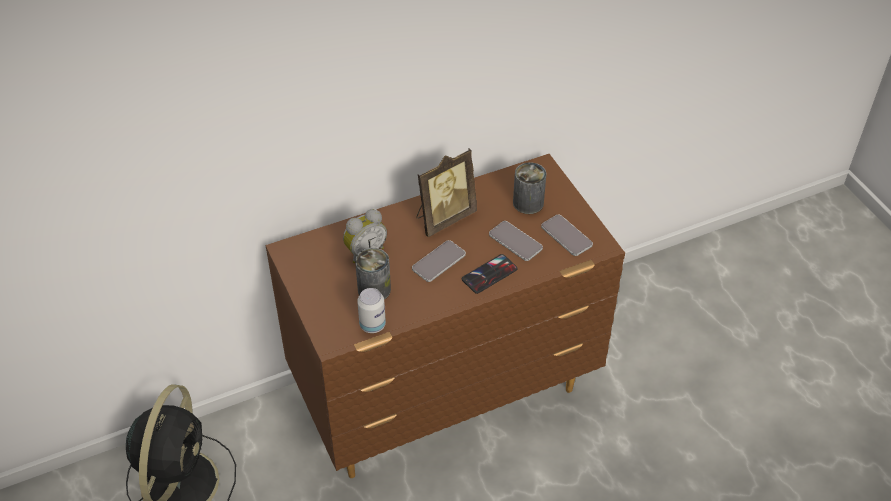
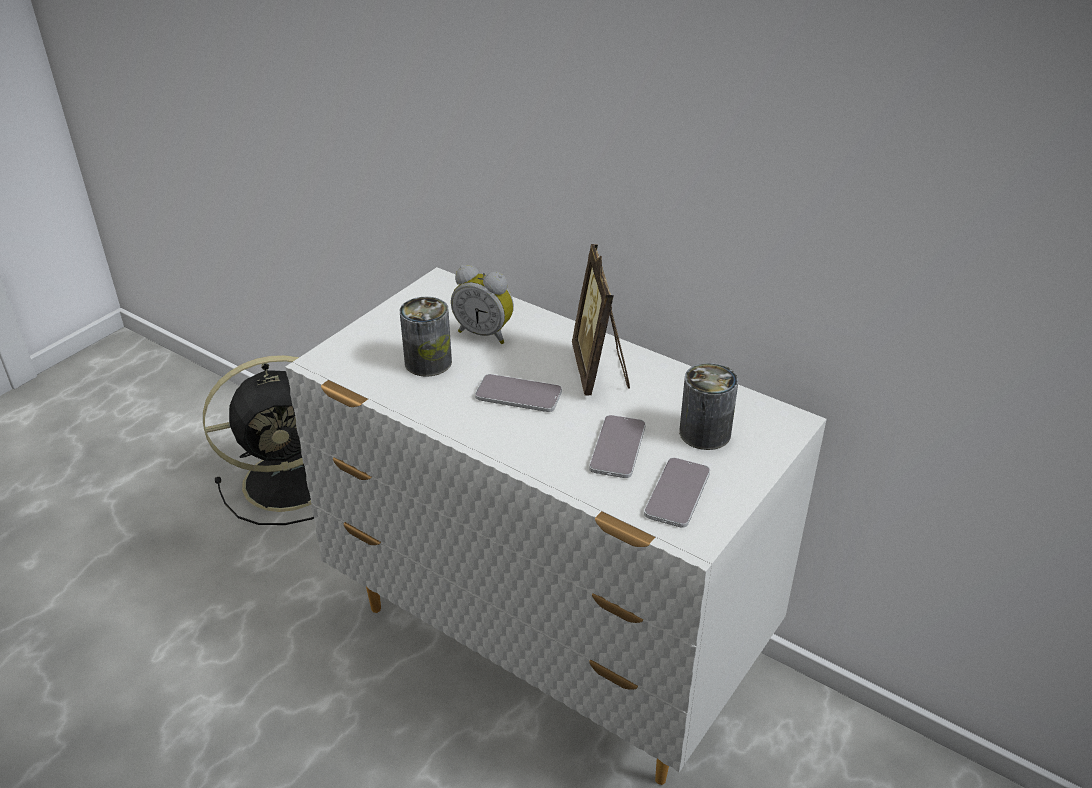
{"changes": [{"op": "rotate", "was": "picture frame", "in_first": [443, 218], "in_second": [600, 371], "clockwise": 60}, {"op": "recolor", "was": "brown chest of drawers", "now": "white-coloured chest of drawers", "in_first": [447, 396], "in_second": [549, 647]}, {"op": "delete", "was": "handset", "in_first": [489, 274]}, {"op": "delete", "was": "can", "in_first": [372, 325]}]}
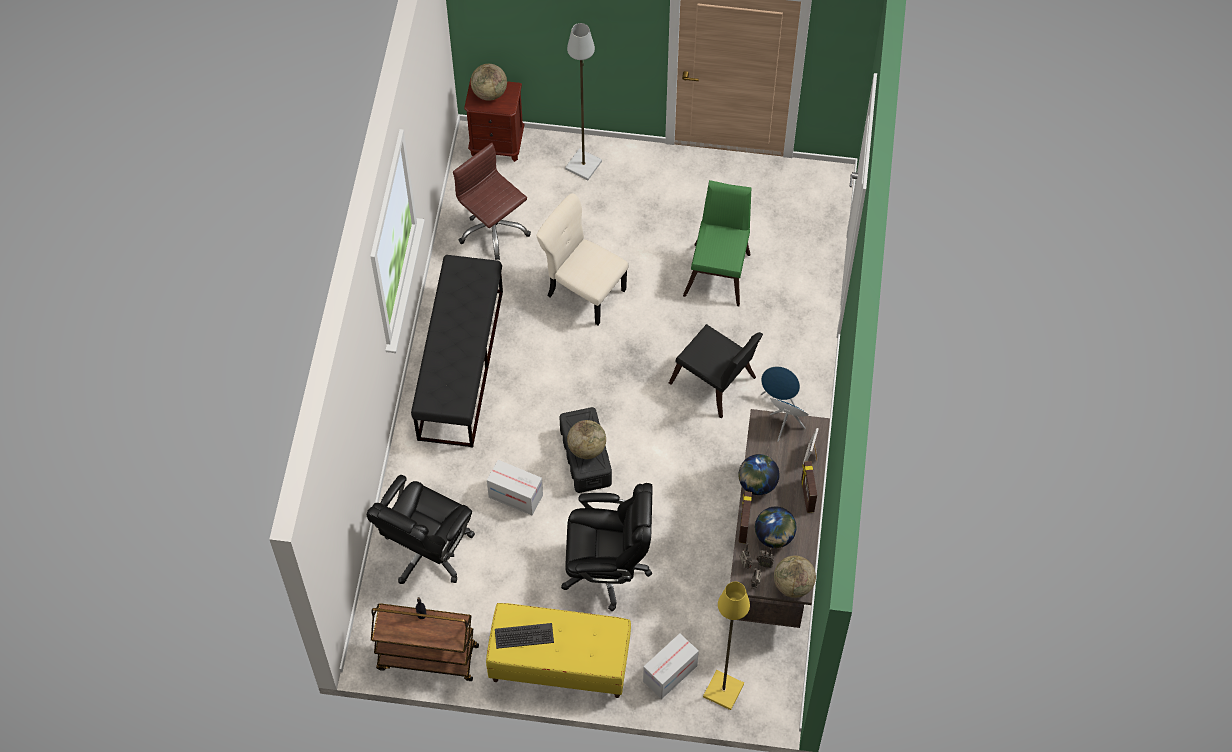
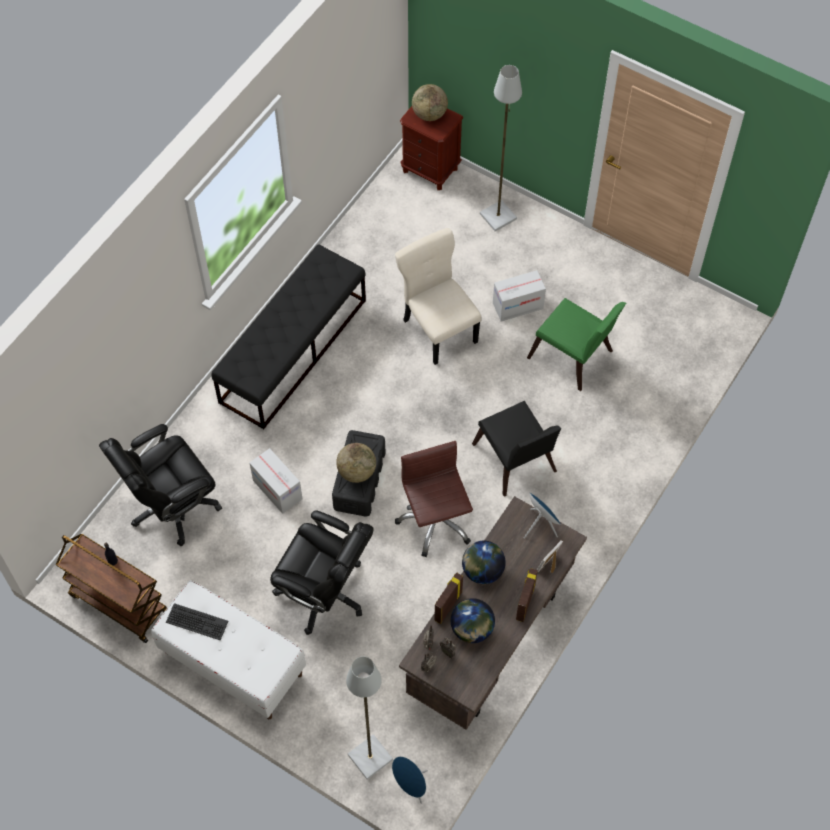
{"changes": [{"op": "move", "was": "brown computer chair", "in_first": [493, 229], "in_second": [435, 521]}, {"op": "rotate", "was": "greenish chair", "in_first": [719, 270], "in_second": [573, 358], "clockwise": 90}, {"op": "move", "was": "blue-coloured loudspeaker", "in_first": [779, 397], "in_second": [411, 786]}, {"op": "delete", "was": "desk globe", "in_first": [793, 585]}, {"op": "recolor", "was": "yellowish standing lamp", "now": "greyish standing lamp", "in_first": [723, 689], "in_second": [370, 756]}, {"op": "recolor", "was": "yellowish bench", "now": "white-coloured bench", "in_first": [559, 664], "in_second": [232, 663]}, {"op": "move", "was": "cardboard box", "in_first": [670, 674], "in_second": [517, 306]}]}
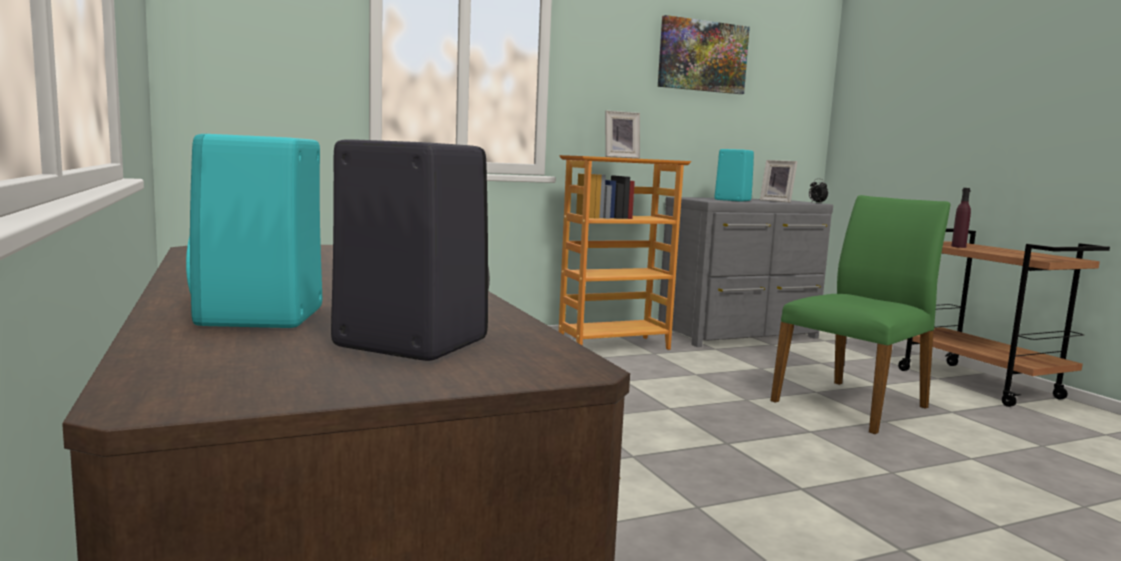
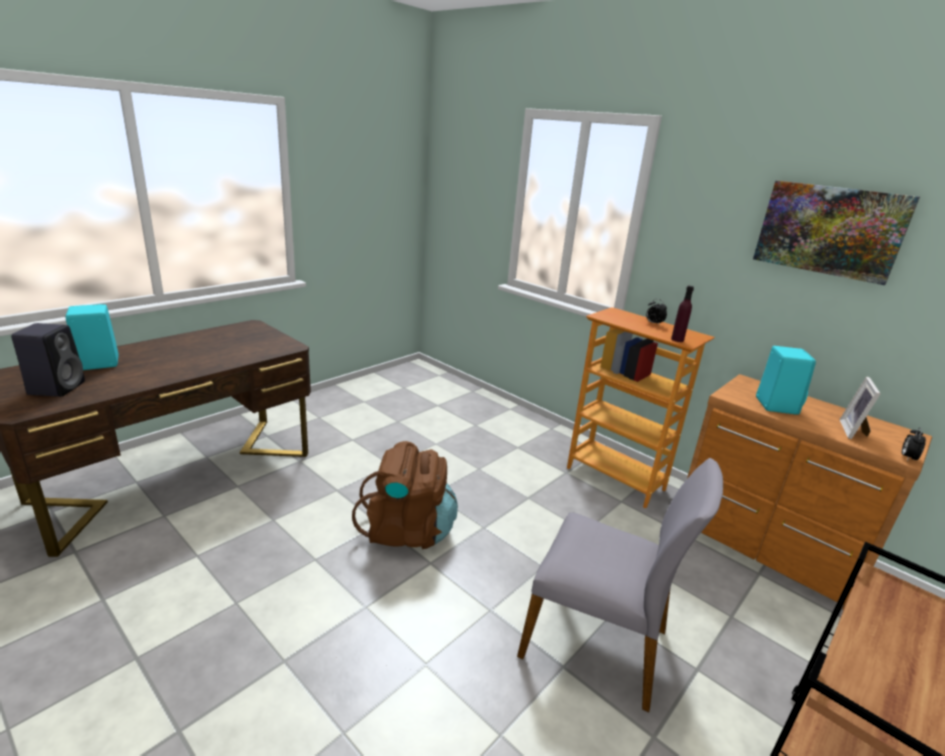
{"changes": [{"op": "replace", "was": "picture frame", "now": "alarm clock", "in_first": [620, 157], "in_second": [653, 323]}, {"op": "move", "was": "purple bottle", "in_first": [958, 246], "in_second": [677, 339]}, {"op": "recolor", "was": "greenish chair", "now": "greyish chair", "in_first": [853, 404], "in_second": [597, 642]}, {"op": "recolor", "was": "greyish chest of drawers", "now": "brown chest of drawers", "in_first": [741, 335], "in_second": [766, 548]}, {"op": "insert", "now": "brown rucksack", "in_second": [407, 531]}]}
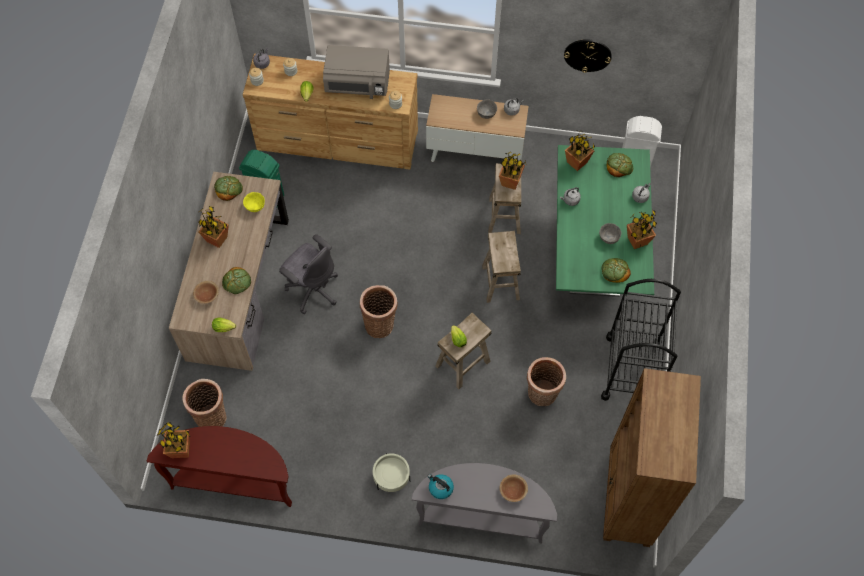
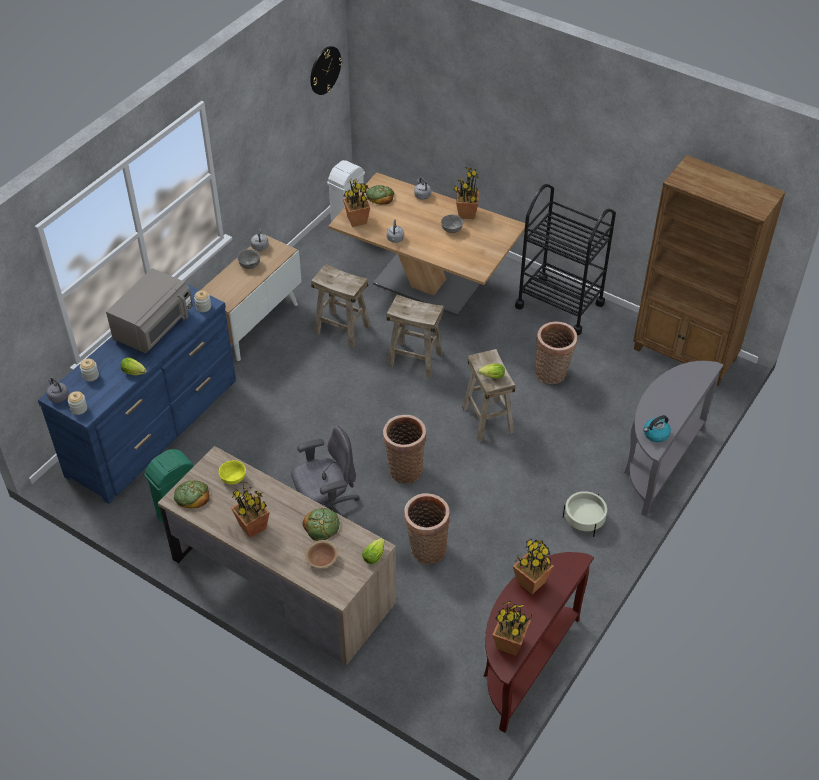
{"changes": [{"op": "move", "was": "hanging clock", "in_first": [587, 55], "in_second": [325, 70]}, {"op": "recolor", "was": "brown chest of drawers", "now": "blue-coloured chest of drawers", "in_first": [338, 141], "in_second": [154, 427]}, {"op": "recolor", "was": "greenish dining table", "now": "brown dining table", "in_first": [594, 255], "in_second": [426, 284]}, {"op": "move", "was": "potted plant", "in_first": [510, 182], "in_second": [530, 582]}, {"op": "delete", "was": "bakery bread", "in_first": [615, 271]}, {"op": "move", "was": "storage basket", "in_first": [211, 416], "in_second": [426, 548]}, {"op": "delete", "was": "brown serving bowl", "in_first": [513, 490]}]}
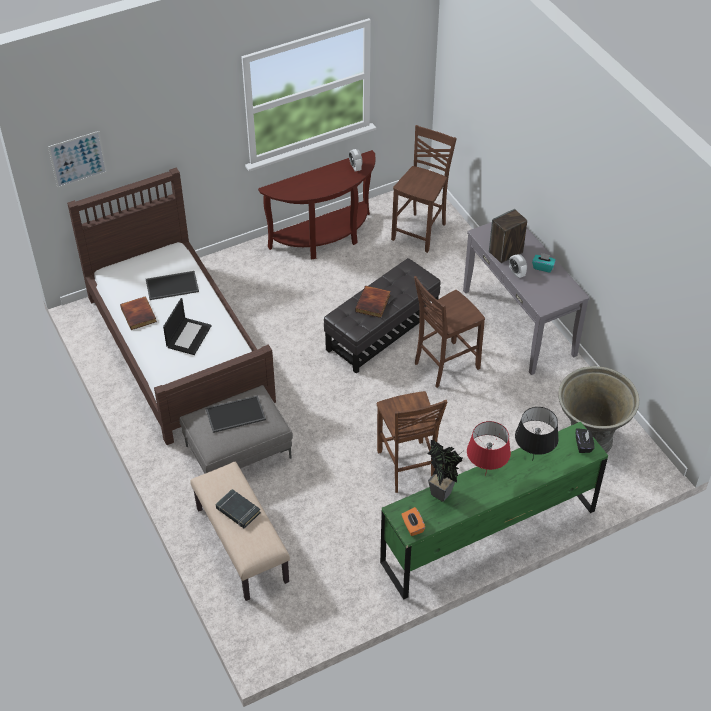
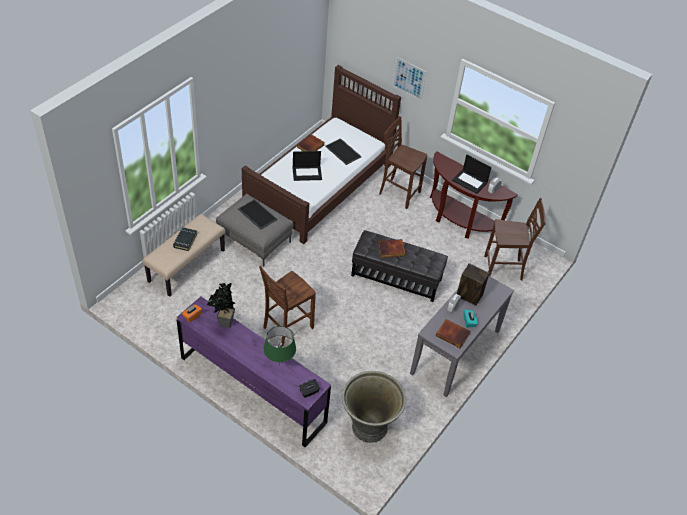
{"changes": [{"op": "move", "was": "picture", "in_first": [78, 159], "in_second": [409, 78]}, {"op": "move", "was": "brown chair", "in_first": [444, 365], "in_second": [398, 193]}, {"op": "recolor", "was": "black-coloured lamp for a table", "now": "greenish lamp for a table", "in_first": [532, 460], "in_second": [279, 365]}, {"op": "delete", "was": "red-coloured lamp for a table", "in_first": [485, 475]}, {"op": "recolor", "was": "greenish chest of drawers", "now": "purple chest of drawers", "in_first": [488, 536], "in_second": [252, 389]}, {"op": "insert", "now": "portable computer", "in_second": [470, 181]}, {"op": "insert", "now": "bound book", "in_second": [453, 334]}]}
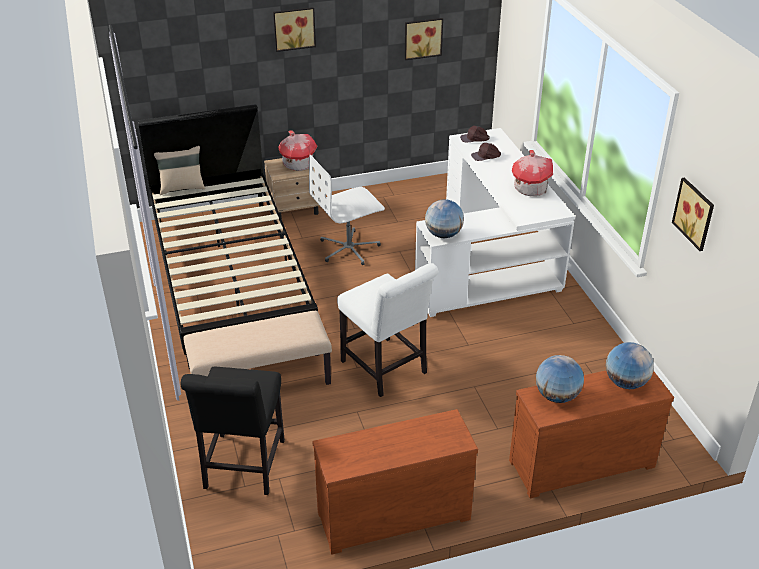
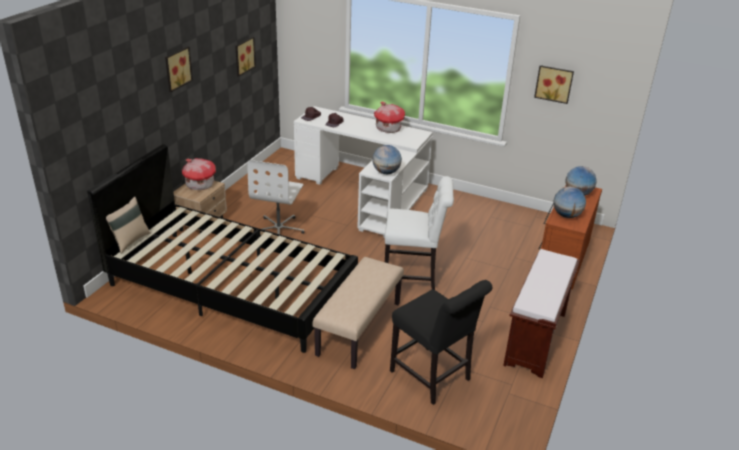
{"changes": [{"op": "replace", "was": "brown chest of drawers", "now": "brown bench", "in_first": [392, 513], "in_second": [535, 339]}]}
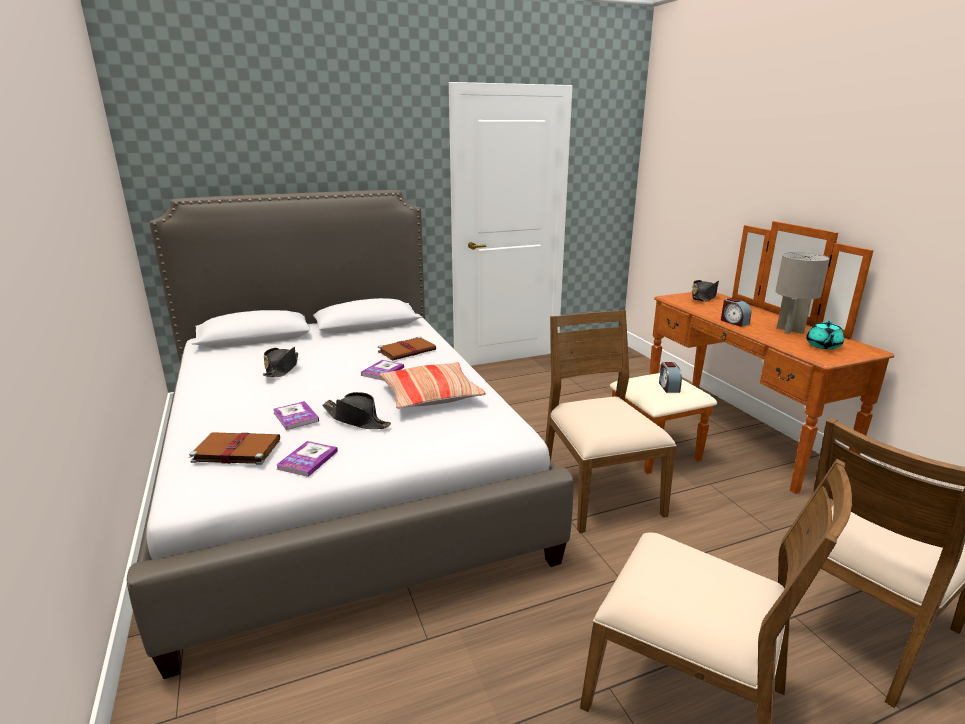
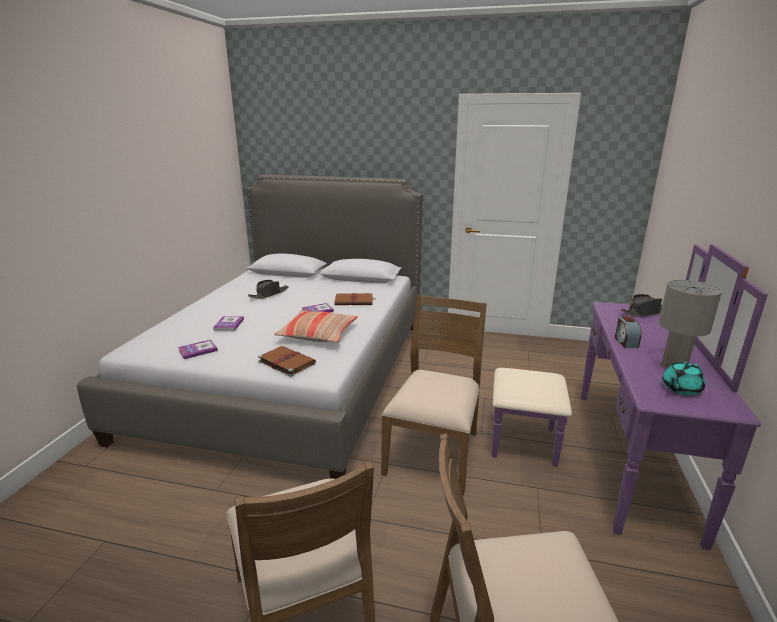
{"changes": [{"op": "recolor", "was": "brown chest of drawers", "now": "purple chest of drawers", "in_first": [719, 436], "in_second": [605, 454]}, {"op": "delete", "was": "alarm clock", "in_first": [668, 387]}, {"op": "delete", "was": "black-coloured wearable hat", "in_first": [356, 419]}, {"op": "move", "was": "brown bound book", "in_first": [235, 450], "in_second": [286, 362]}]}
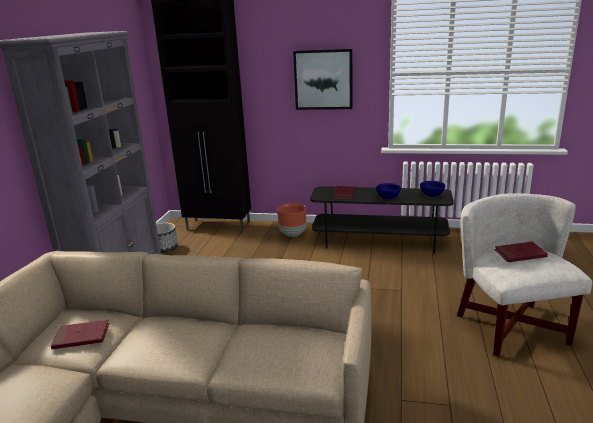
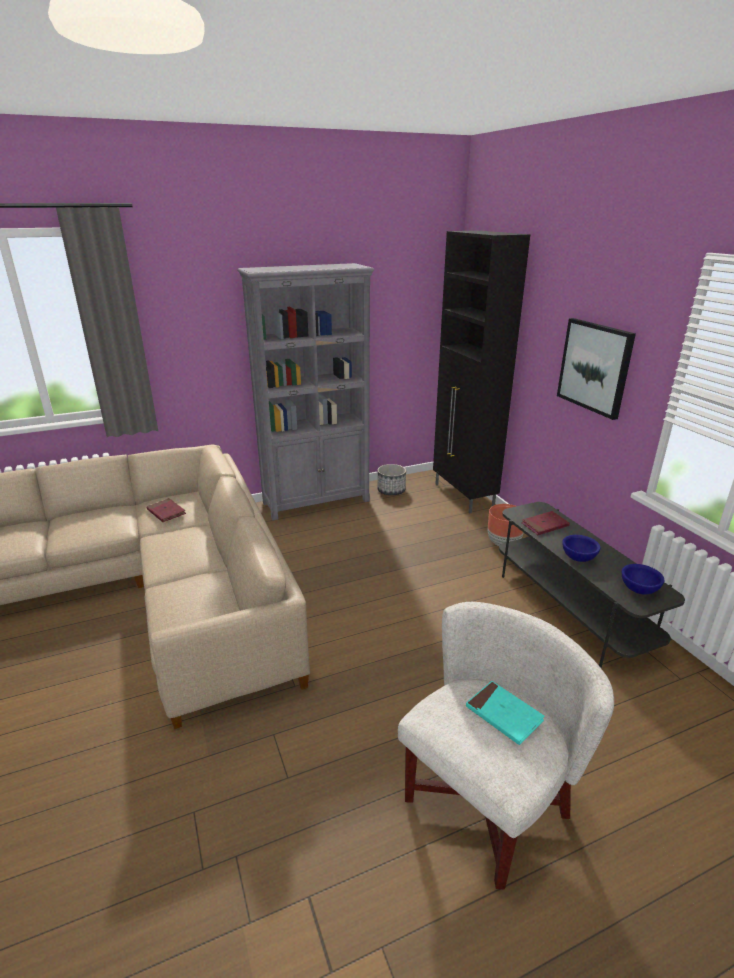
{"changes": [{"op": "recolor", "was": "red-coloured bound book", "now": "turquoise bound book", "in_first": [520, 254], "in_second": [504, 714]}]}
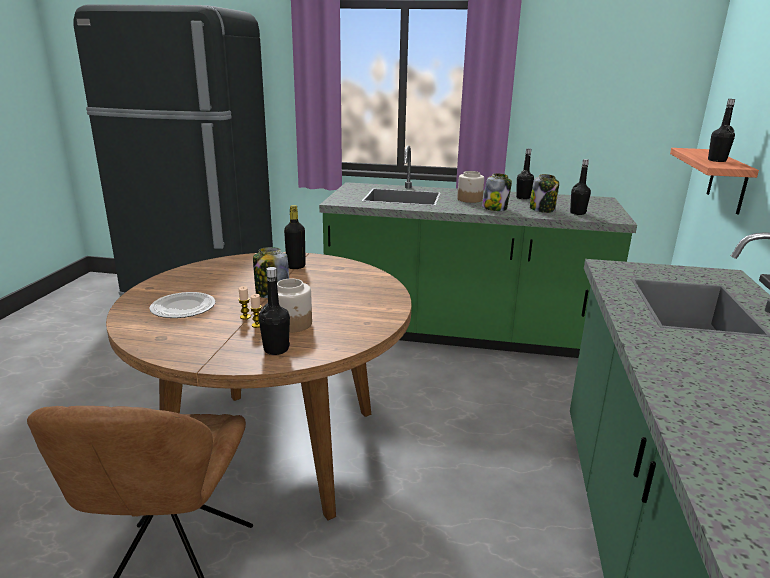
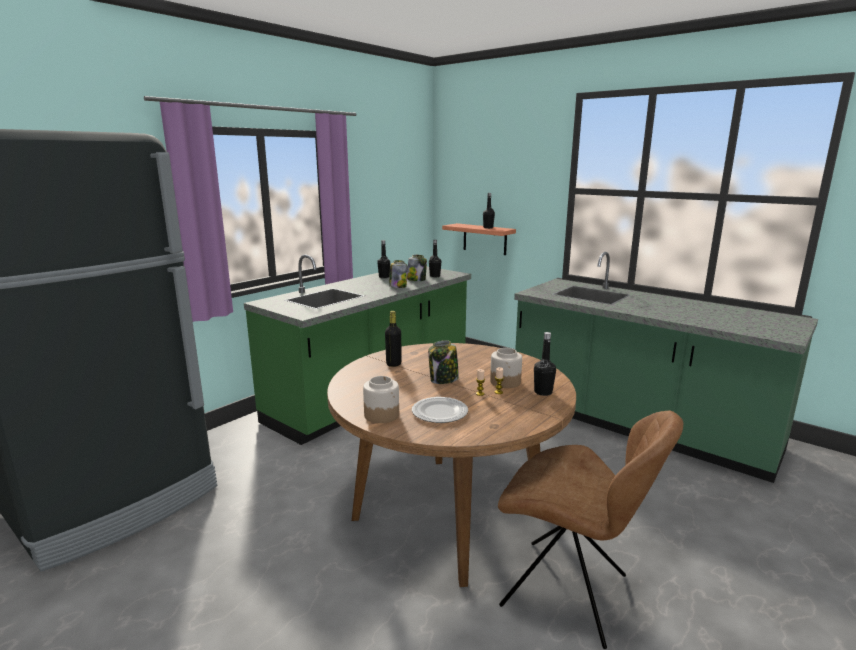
{"changes": [{"op": "move", "was": "preserve jar", "in_first": [470, 199], "in_second": [381, 415]}]}
